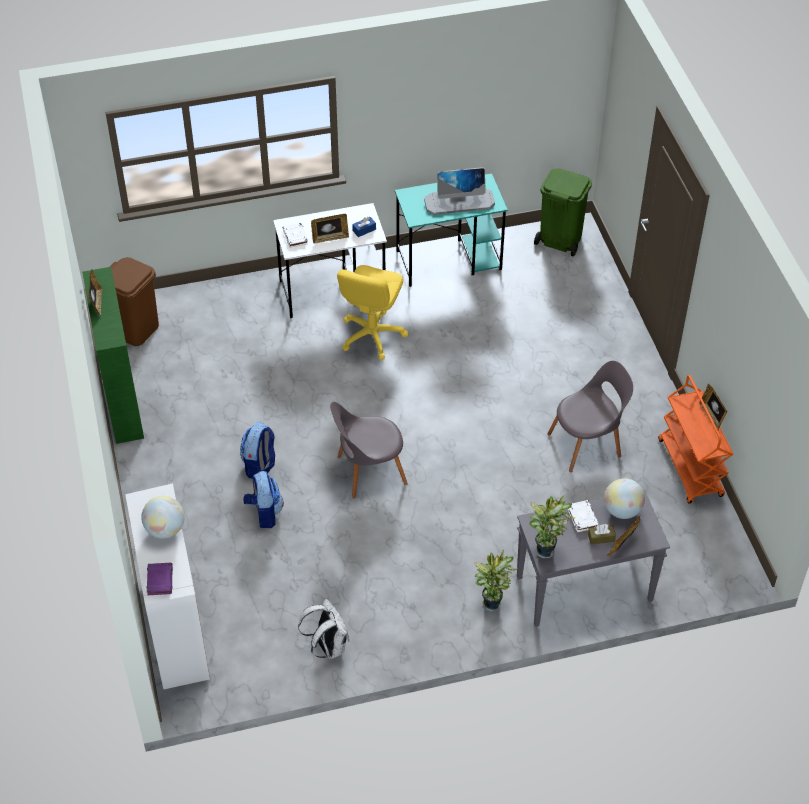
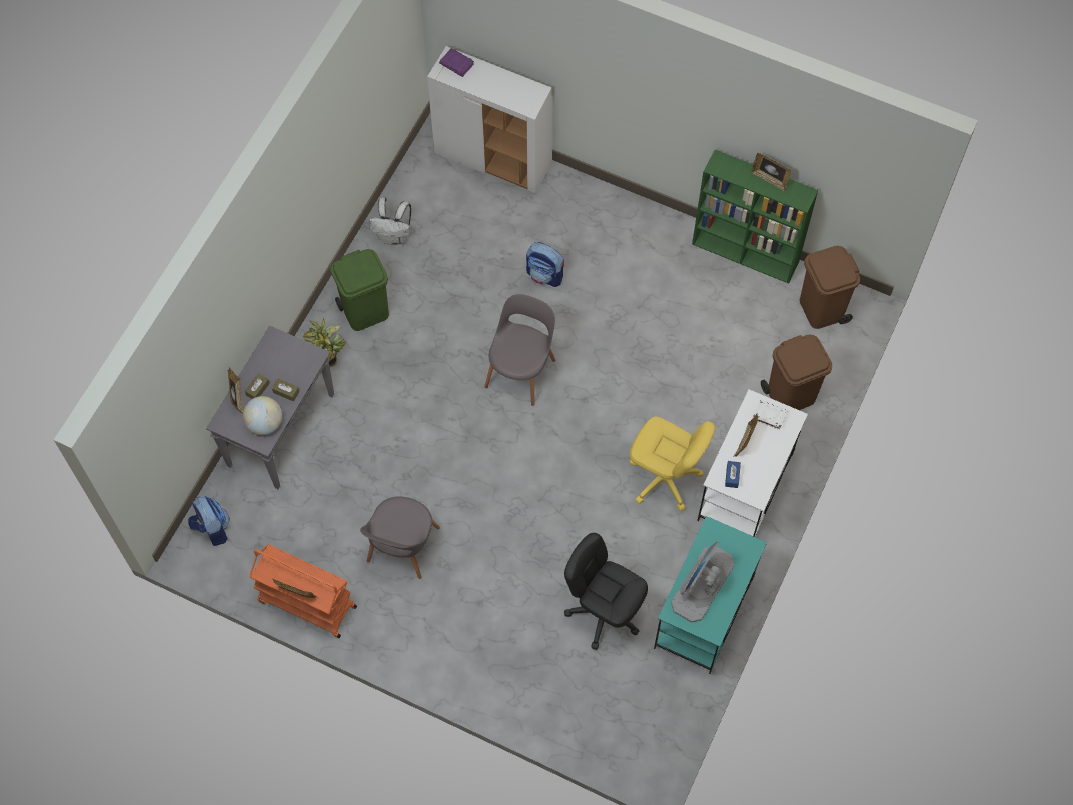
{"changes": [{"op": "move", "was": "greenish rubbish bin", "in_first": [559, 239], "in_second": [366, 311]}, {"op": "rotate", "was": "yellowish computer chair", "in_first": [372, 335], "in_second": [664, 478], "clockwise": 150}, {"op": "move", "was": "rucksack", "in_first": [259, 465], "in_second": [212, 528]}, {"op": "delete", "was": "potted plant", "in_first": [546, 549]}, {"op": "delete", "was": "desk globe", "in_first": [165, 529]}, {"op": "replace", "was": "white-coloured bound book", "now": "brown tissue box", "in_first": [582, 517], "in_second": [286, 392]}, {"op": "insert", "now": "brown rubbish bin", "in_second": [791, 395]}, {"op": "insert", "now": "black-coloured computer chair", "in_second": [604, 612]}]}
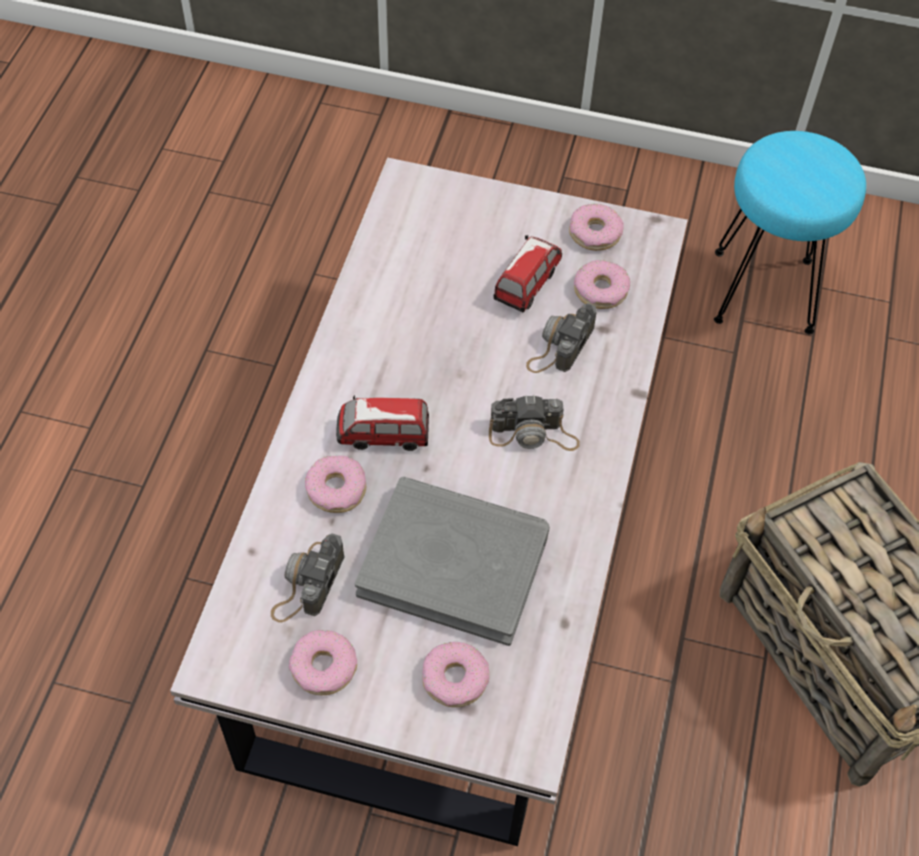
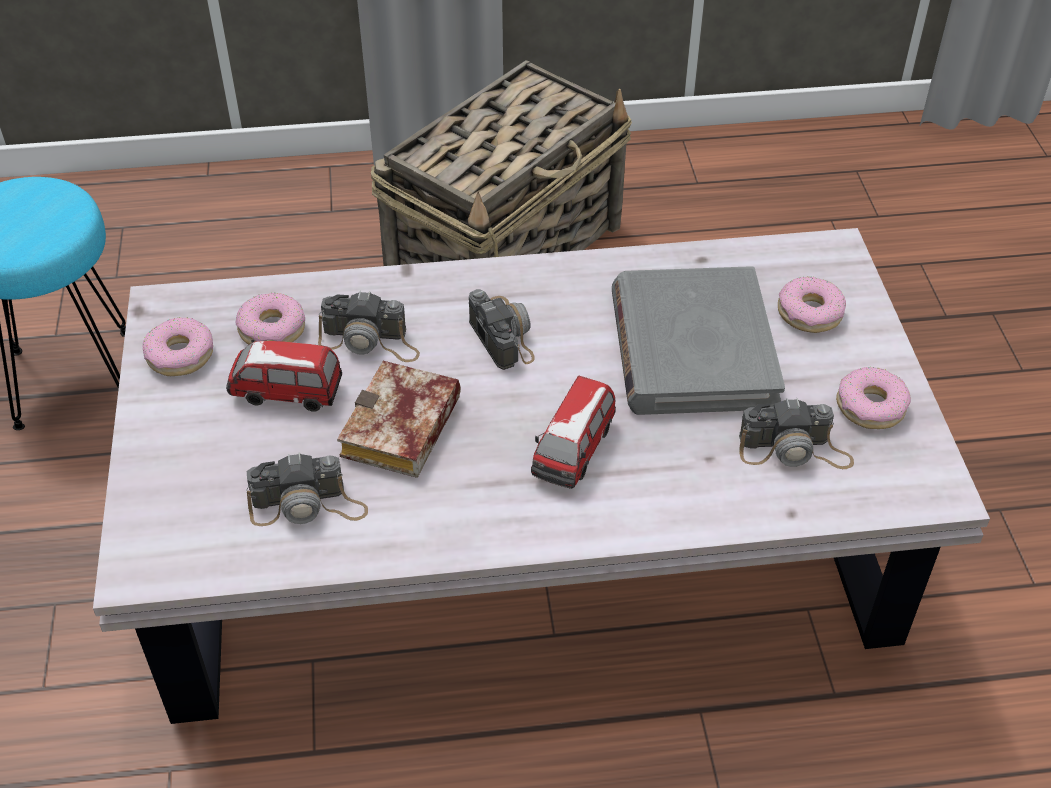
{"changes": [{"op": "rotate", "was": "toy car", "in_first": [383, 435], "in_second": [574, 452], "clockwise": 45}, {"op": "delete", "was": "donut", "in_first": [336, 489]}, {"op": "insert", "now": "bound book", "in_second": [403, 432]}, {"op": "insert", "now": "photo camera", "in_second": [308, 505]}]}
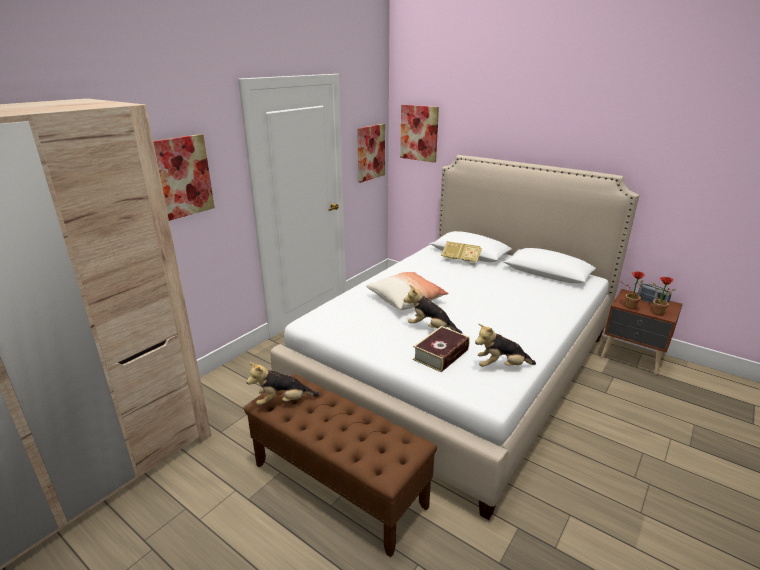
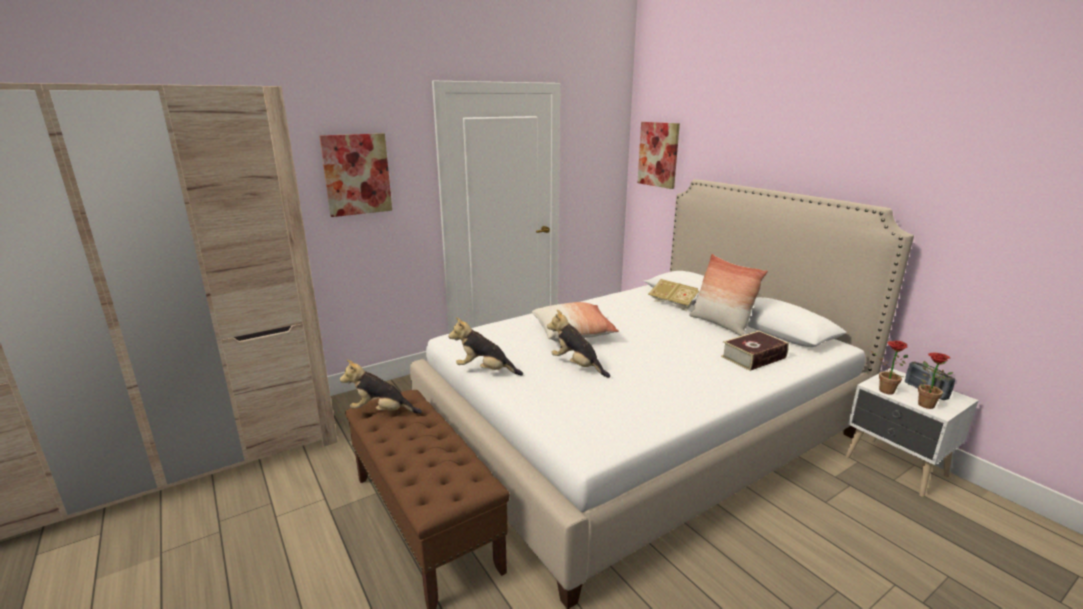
{"changes": [{"op": "delete", "was": "picture", "in_first": [370, 152]}, {"op": "recolor", "was": "brown night table", "now": "white-coloured night table", "in_first": [633, 358], "in_second": [895, 468]}, {"op": "move", "was": "plush toy", "in_first": [501, 366], "in_second": [485, 371]}, {"op": "move", "was": "bound book", "in_first": [441, 354], "in_second": [753, 357]}, {"op": "insert", "now": "pillow", "in_second": [720, 325]}]}
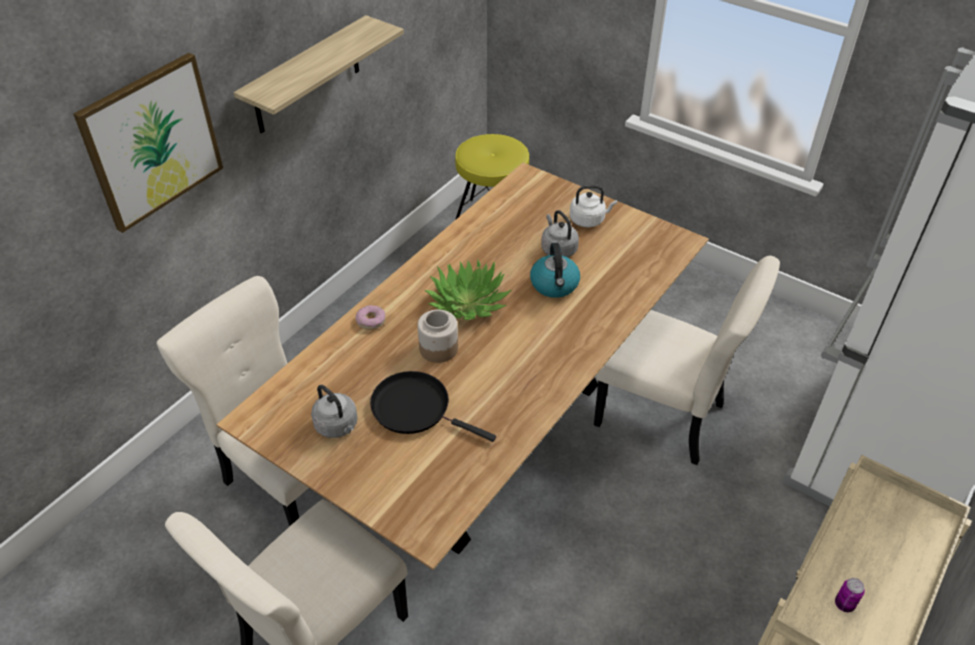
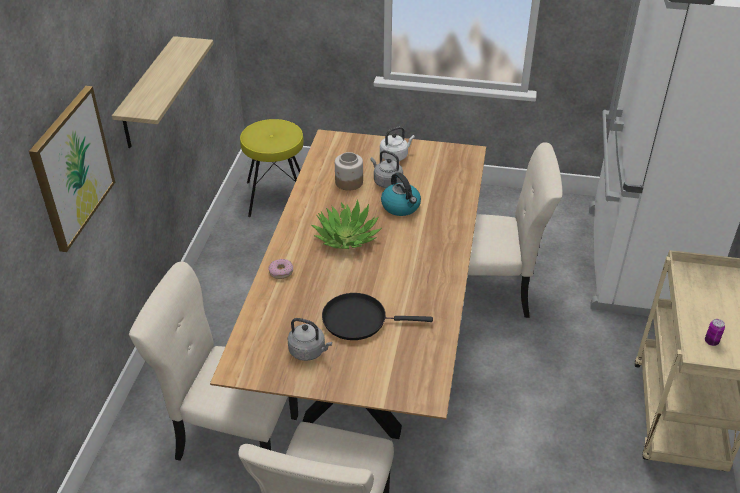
{"changes": [{"op": "move", "was": "preserve jar", "in_first": [438, 349], "in_second": [349, 182]}]}
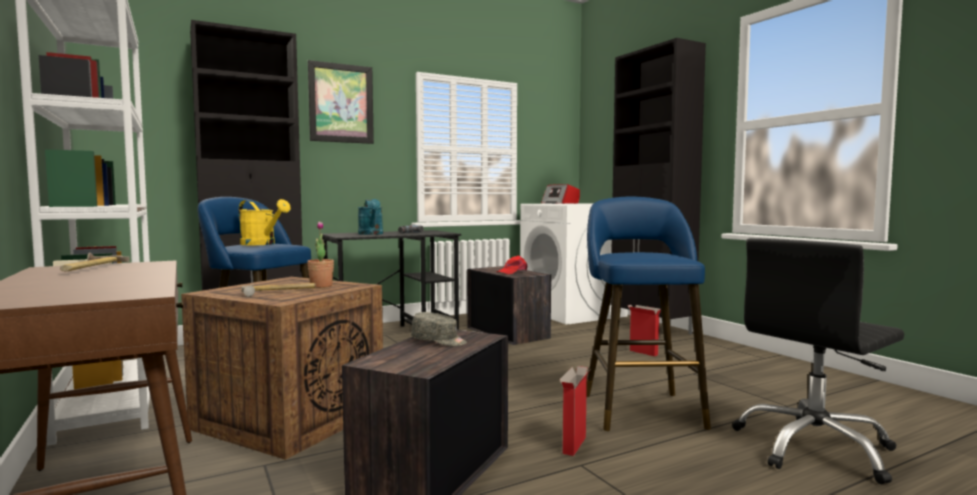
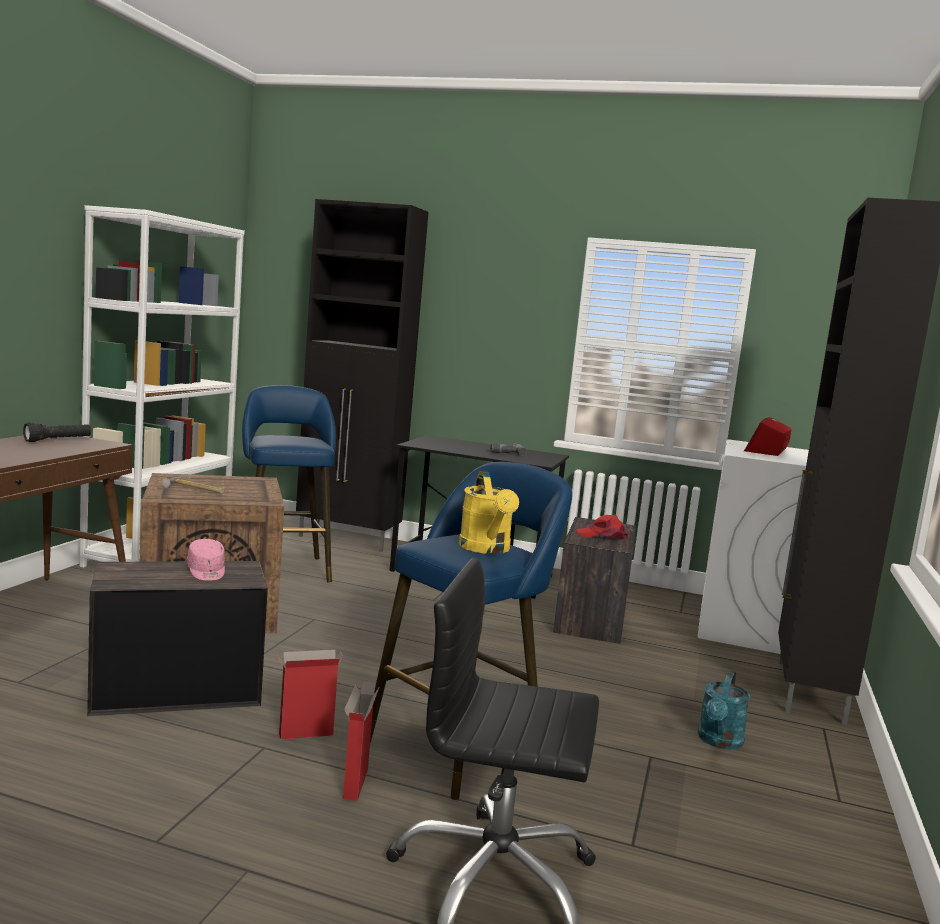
{"changes": [{"op": "delete", "was": "picture", "in_first": [341, 103]}, {"op": "move", "was": "yellowish sprinkling can", "in_first": [262, 244], "in_second": [487, 549]}, {"op": "move", "was": "turquoise sprinkling can", "in_first": [371, 234], "in_second": [719, 742]}, {"op": "delete", "was": "potted plant", "in_first": [321, 286]}, {"op": "replace", "was": "hand hammer", "now": "black-coloured torch", "in_first": [89, 268], "in_second": [58, 440]}, {"op": "move", "was": "cardboard box", "in_first": [643, 352], "in_second": [355, 783]}, {"op": "recolor", "was": "greyish cap", "now": "pink-coloured cap", "in_first": [439, 341], "in_second": [206, 571]}]}
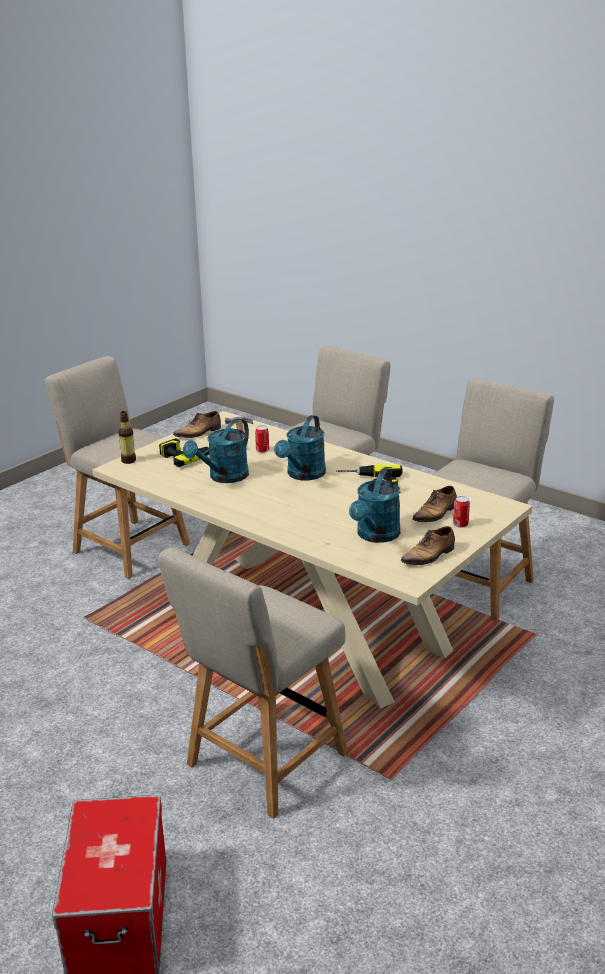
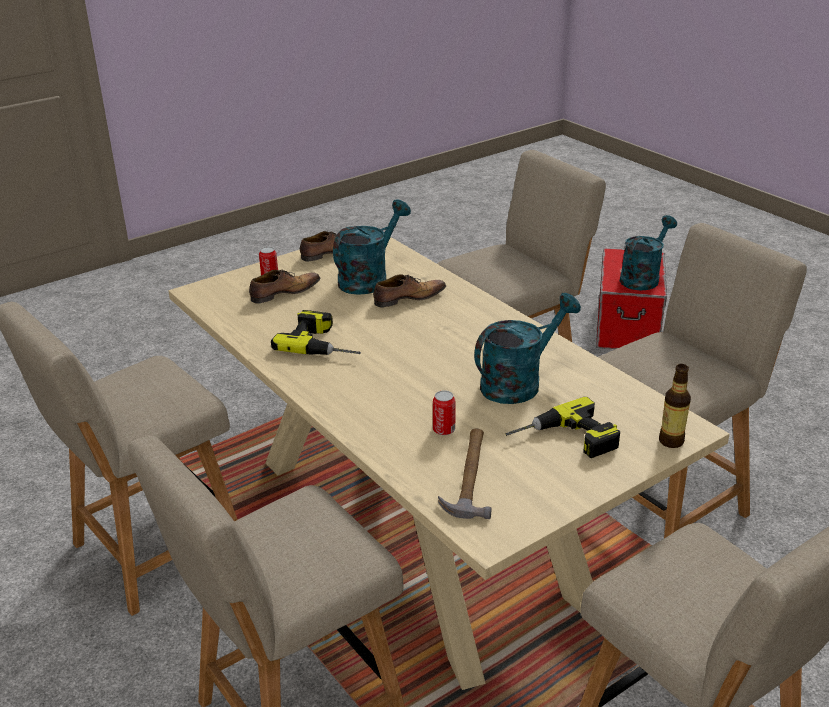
{"changes": [{"op": "move", "was": "shoe", "in_first": [199, 433], "in_second": [407, 298]}, {"op": "move", "was": "turquoise sprinkling can", "in_first": [303, 475], "in_second": [643, 278]}, {"op": "insert", "now": "beige-coloured chair", "in_second": [666, 504]}]}
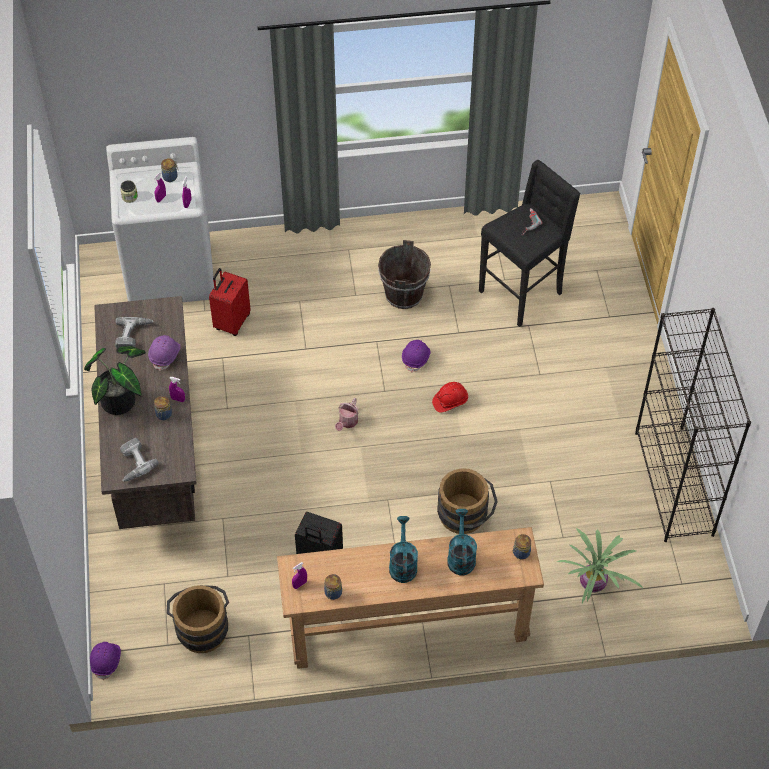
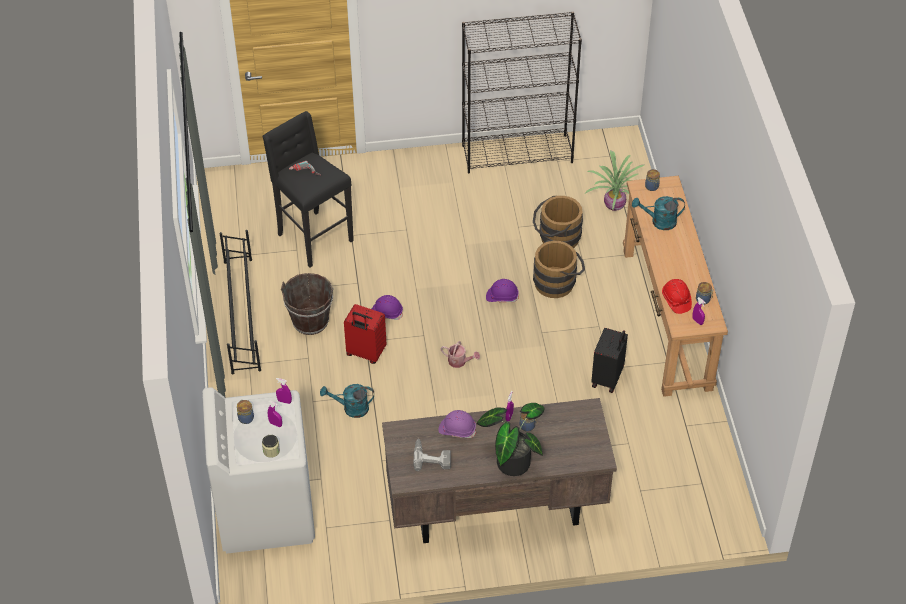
{"changes": [{"op": "move", "was": "red-coloured suitcase", "in_first": [231, 322], "in_second": [365, 353]}, {"op": "move", "was": "red-coloured safety helmet", "in_first": [450, 401], "in_second": [676, 300]}, {"op": "delete", "was": "drill", "in_first": [133, 463]}, {"op": "move", "was": "turquoise sprinkling can", "in_first": [402, 563], "in_second": [351, 408]}, {"op": "move", "was": "brown water bucket", "in_first": [201, 627], "in_second": [556, 238]}, {"op": "move", "was": "purple safety helmet", "in_first": [106, 661], "in_second": [502, 296]}, {"op": "insert", "now": "black-coloured shoe rack", "in_second": [242, 314]}]}
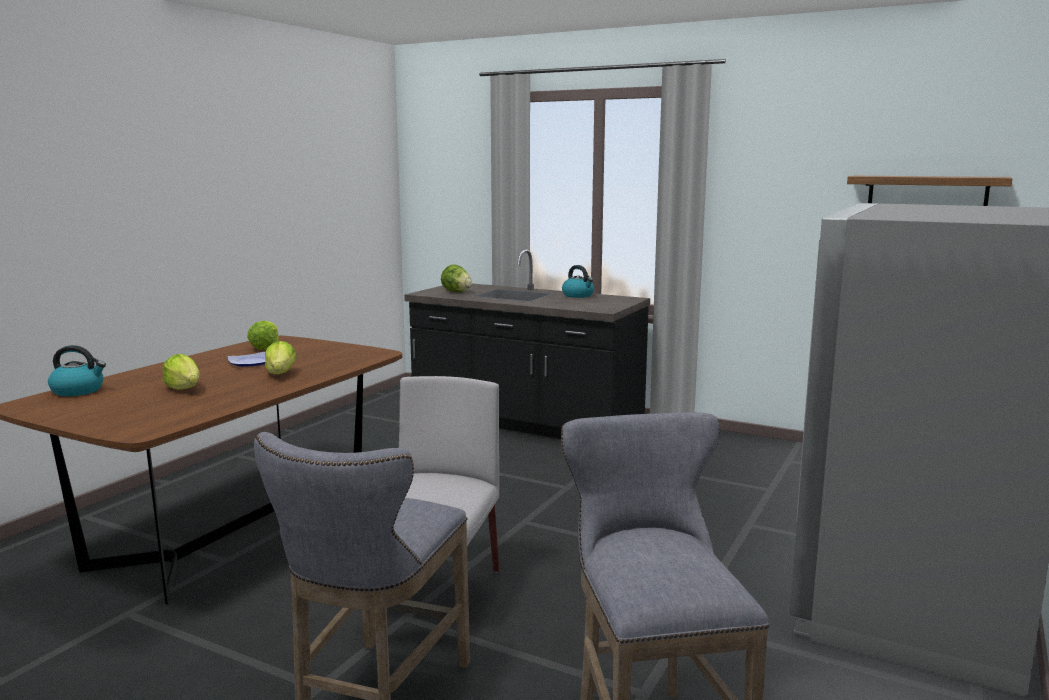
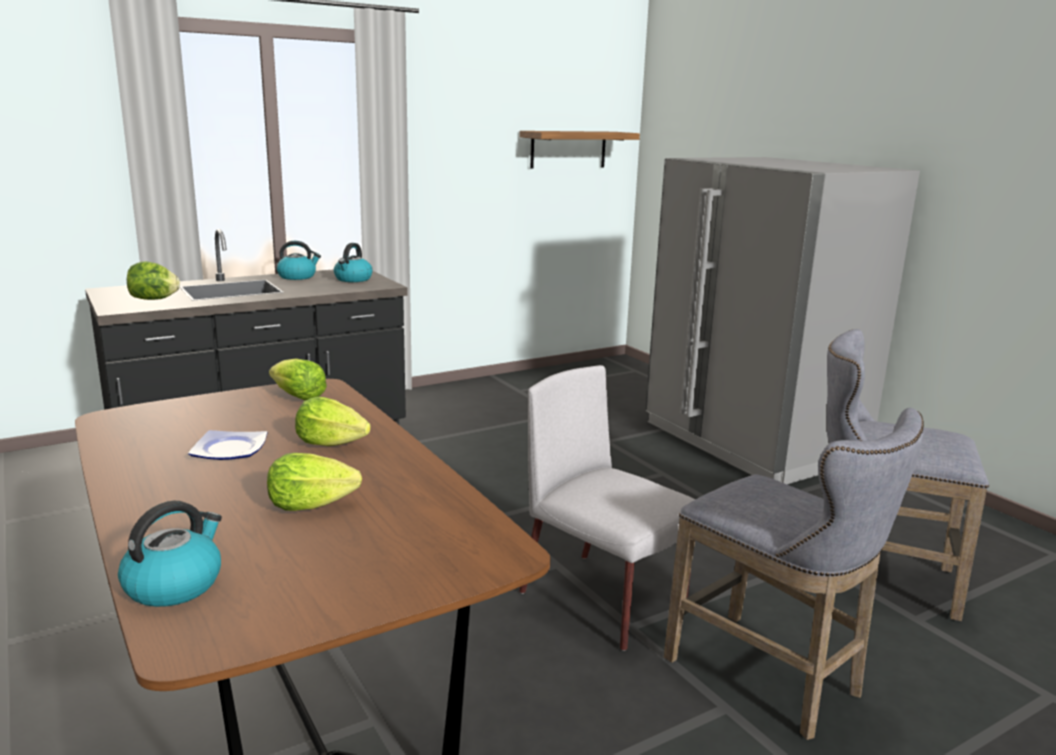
{"changes": [{"op": "move", "was": "lettuce", "in_first": [265, 348], "in_second": [298, 397]}, {"op": "insert", "now": "water kettle", "in_second": [353, 279]}]}
